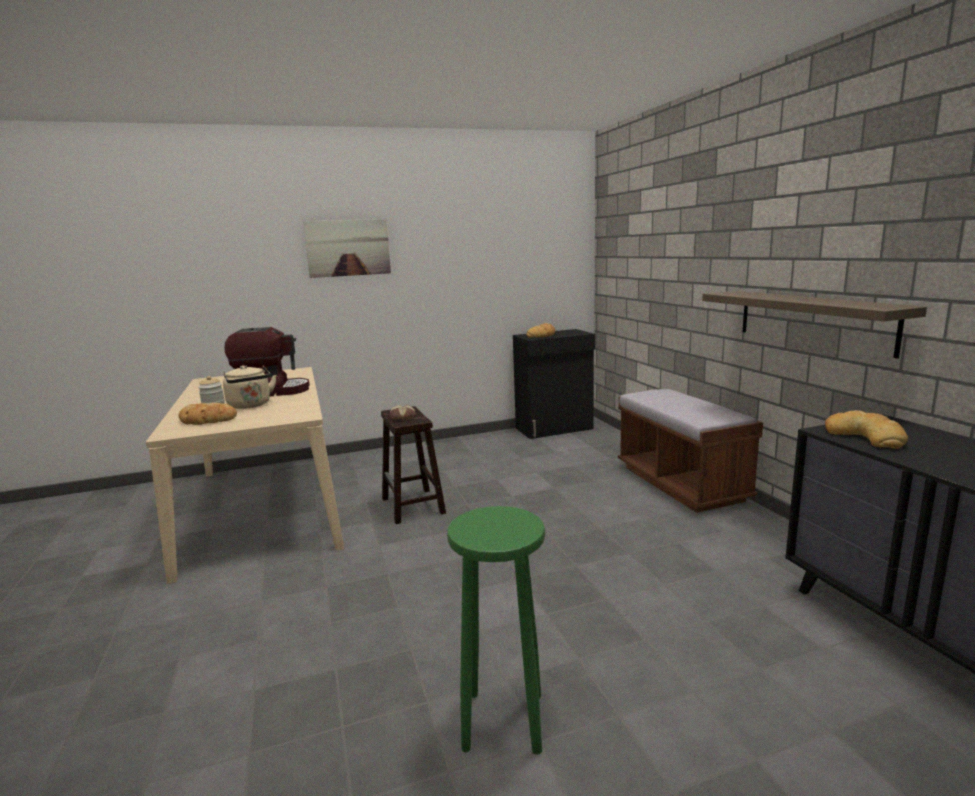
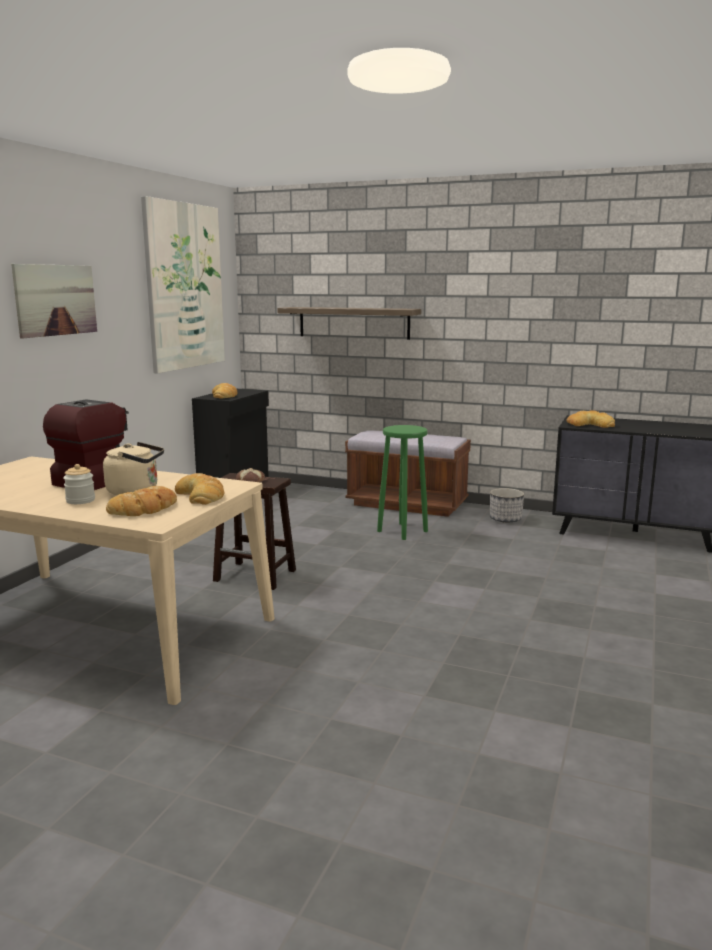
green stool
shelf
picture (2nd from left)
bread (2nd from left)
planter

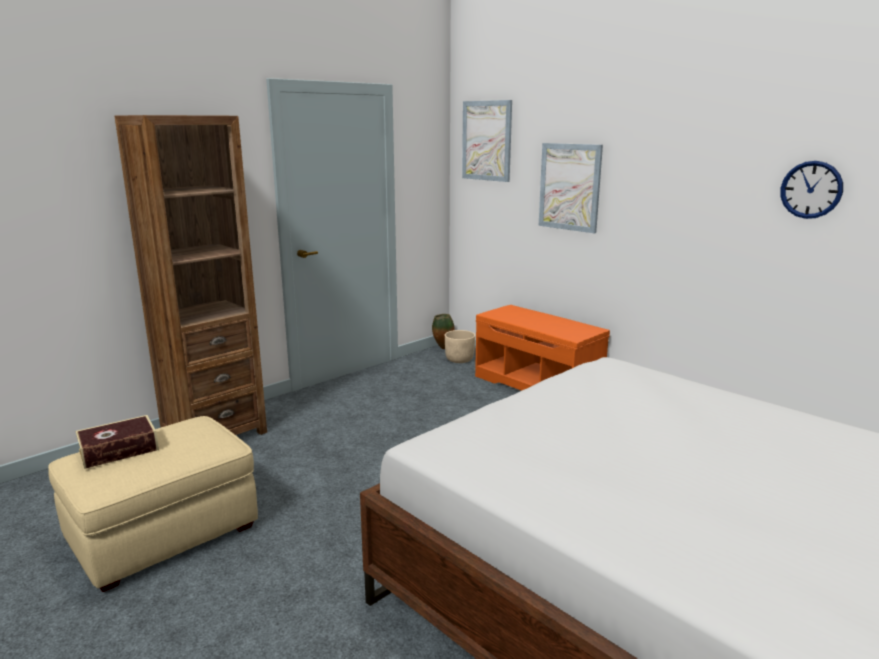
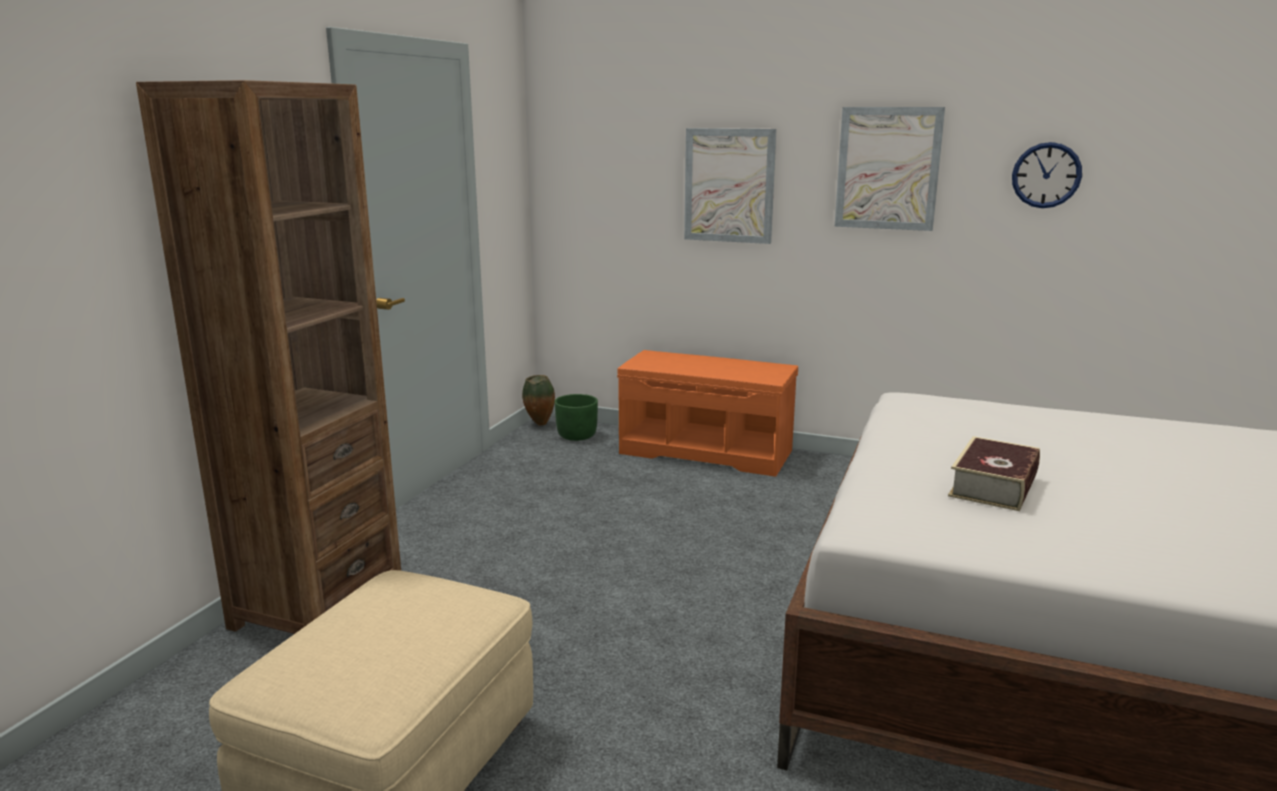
book
green planter
picture (2nd from left)

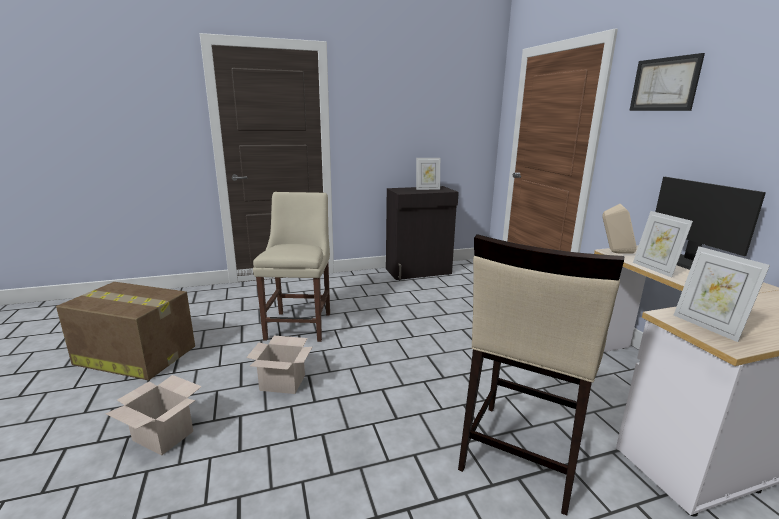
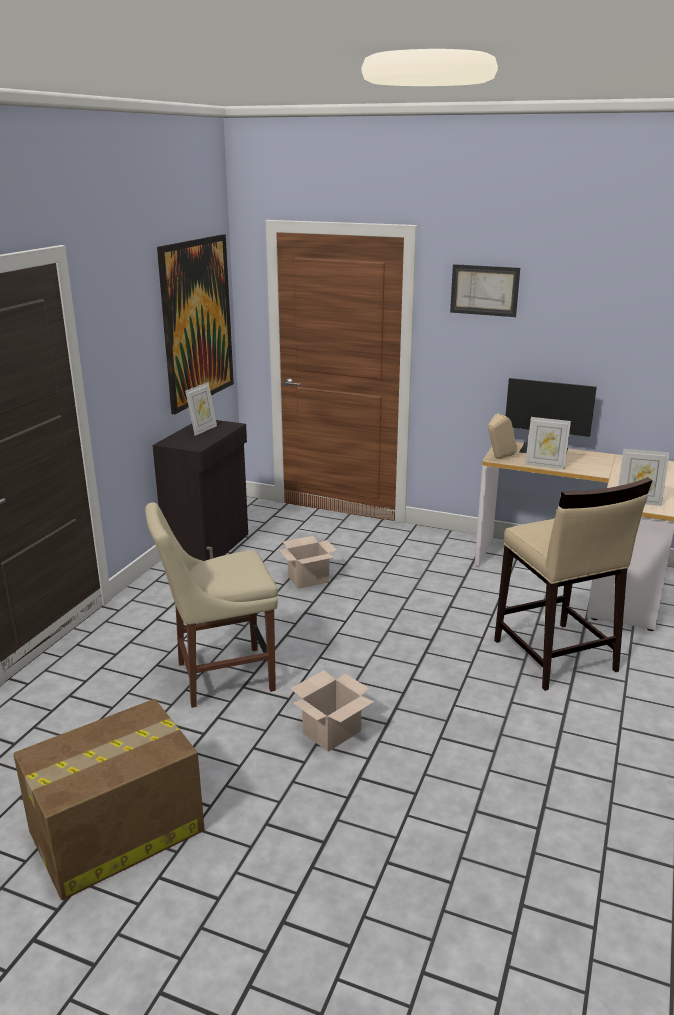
cardboard box (2nd from left)
beige chair
picture (1st from left)

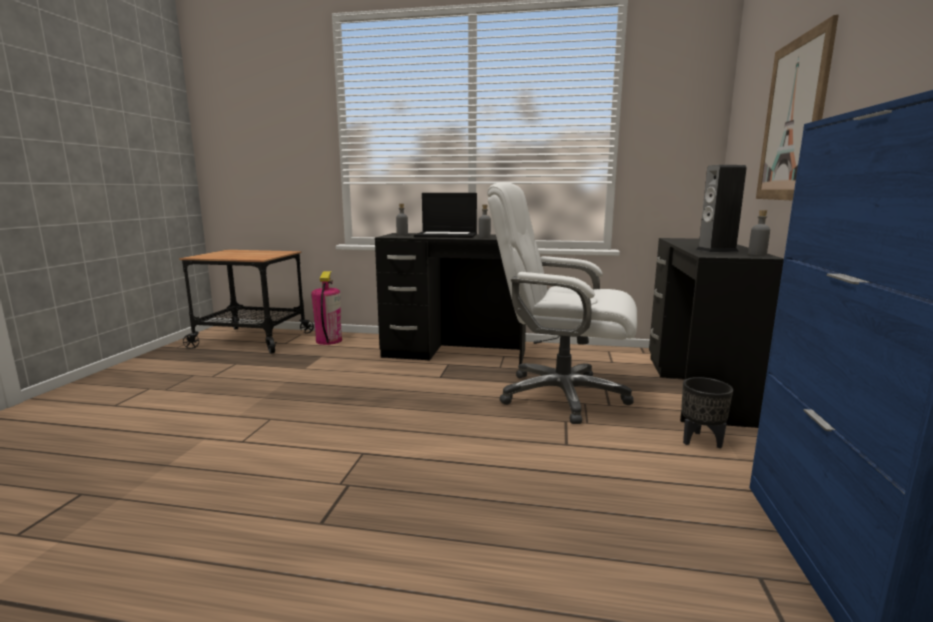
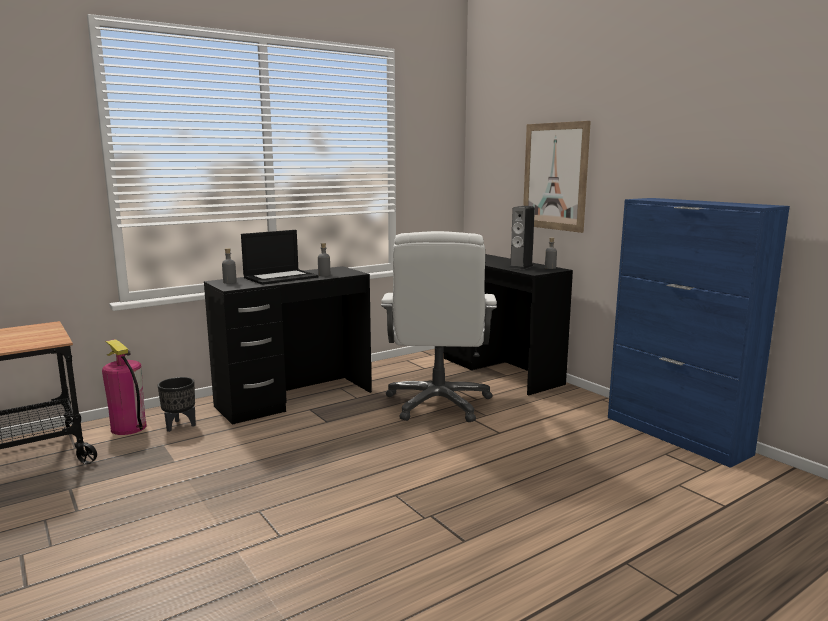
white office chair
black planter

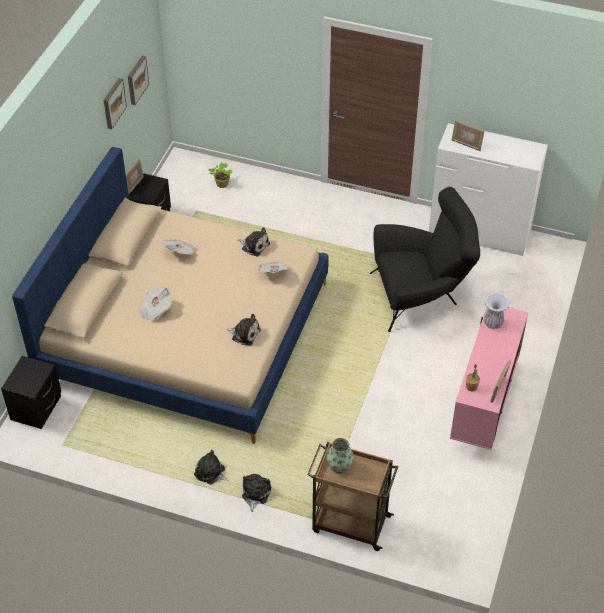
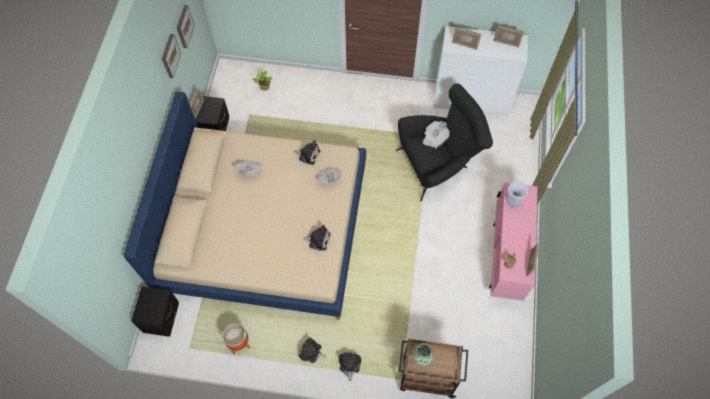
newspaper (3rd from left)
planter
picture frame (3rd from left)

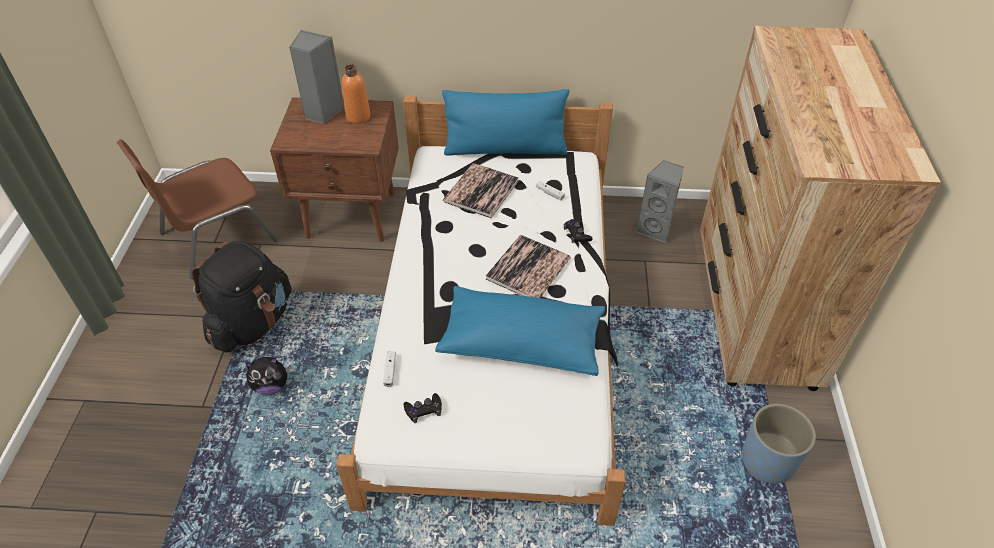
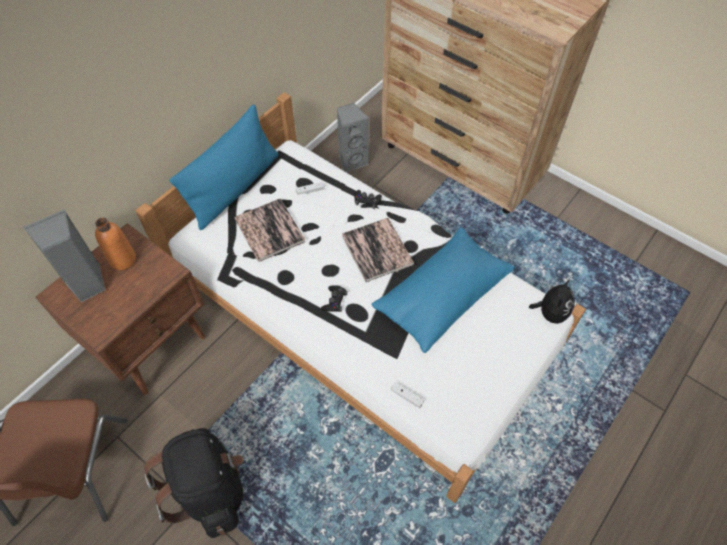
plush toy
black game controller (1st from left)
blue planter

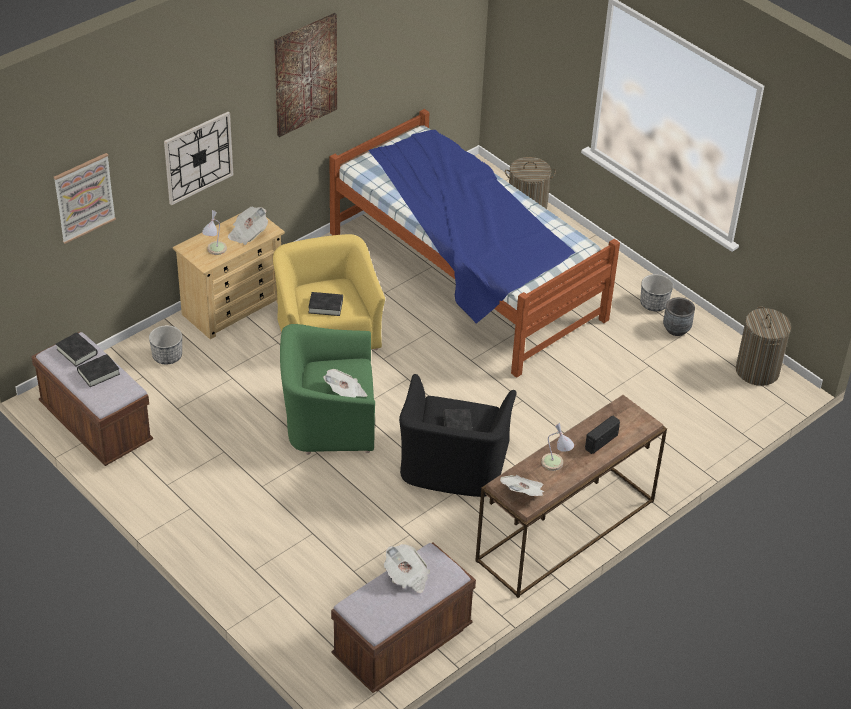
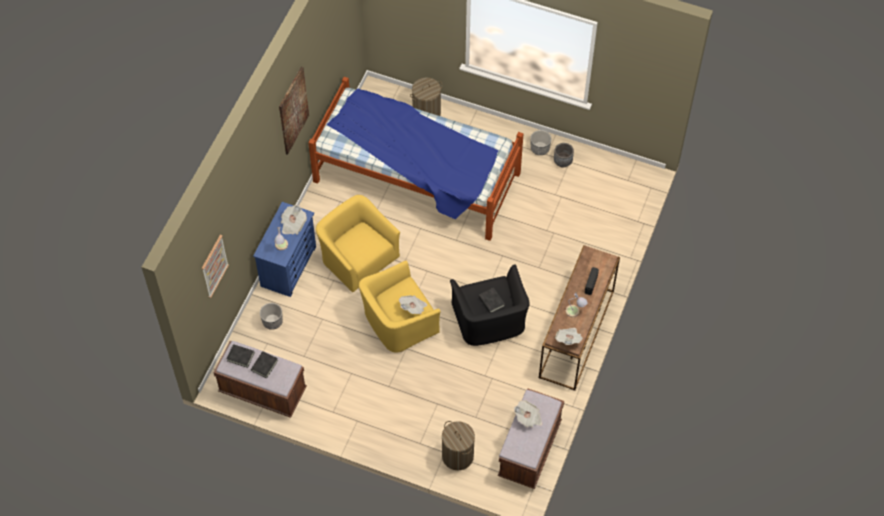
wall clock
blue dresser
yellow armchair (2nd from left)
black book (3rd from left in the first image)
laundry basket (2nd from left)

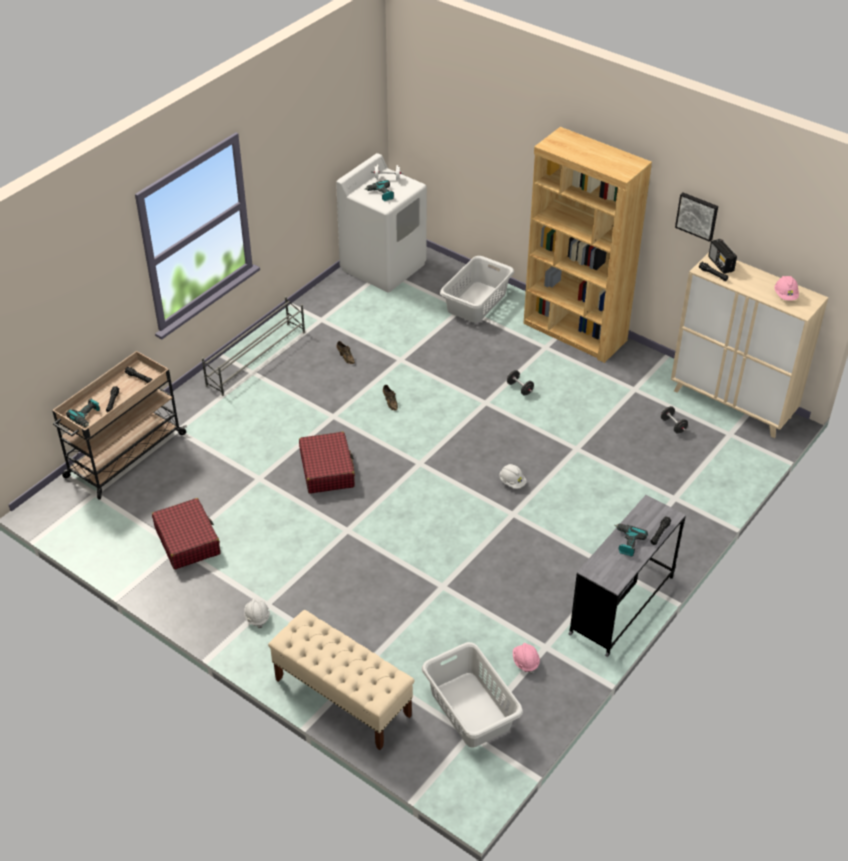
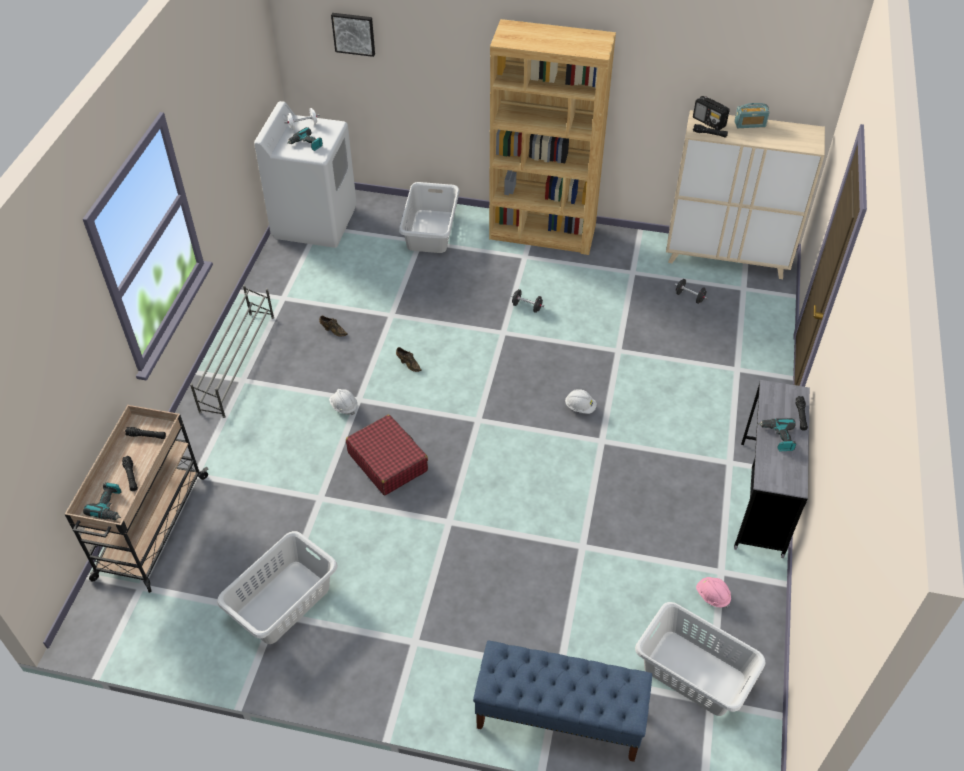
grey laundry basket (1st from left)
white hard hat (1st from left)
blue bench
picture
pink hard hat (2nd from left in the first image)
radio (2nd from left)

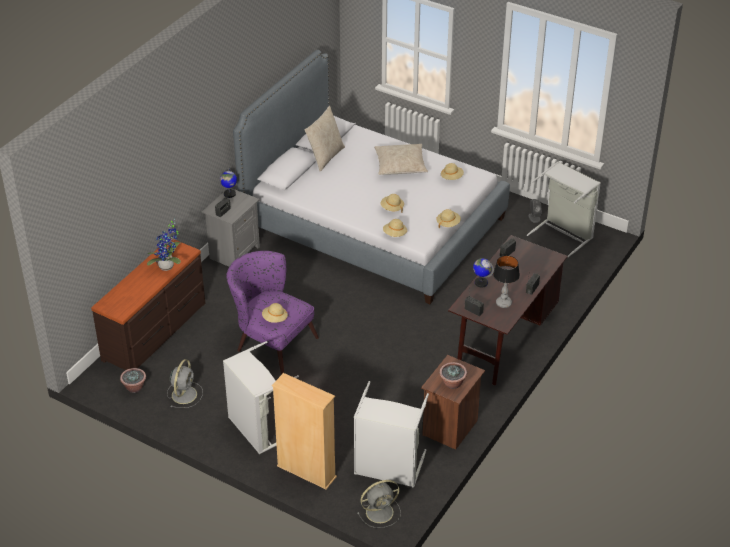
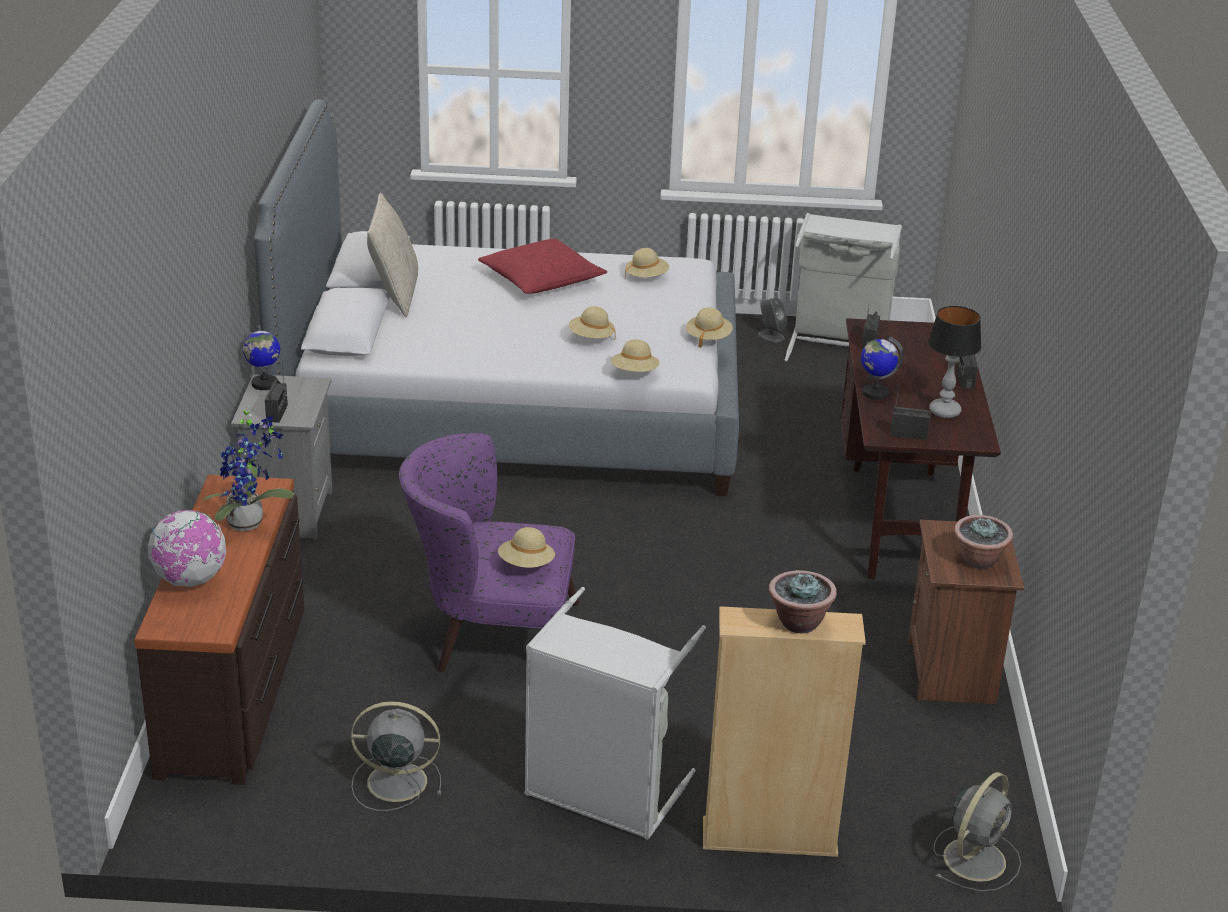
potted plant (2nd from left)
grey fan (1st from left)
grey laundry basket (2nd from left in the first image)
red pillow
globe (1st from left)

